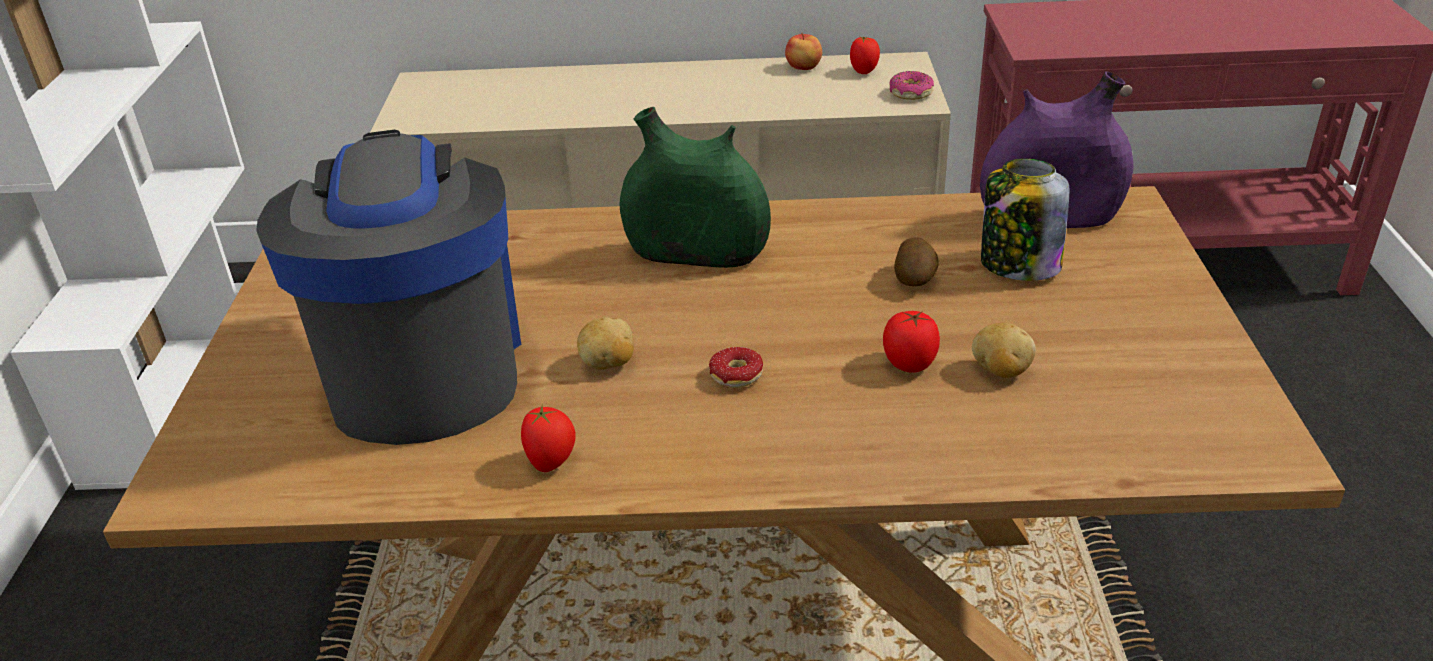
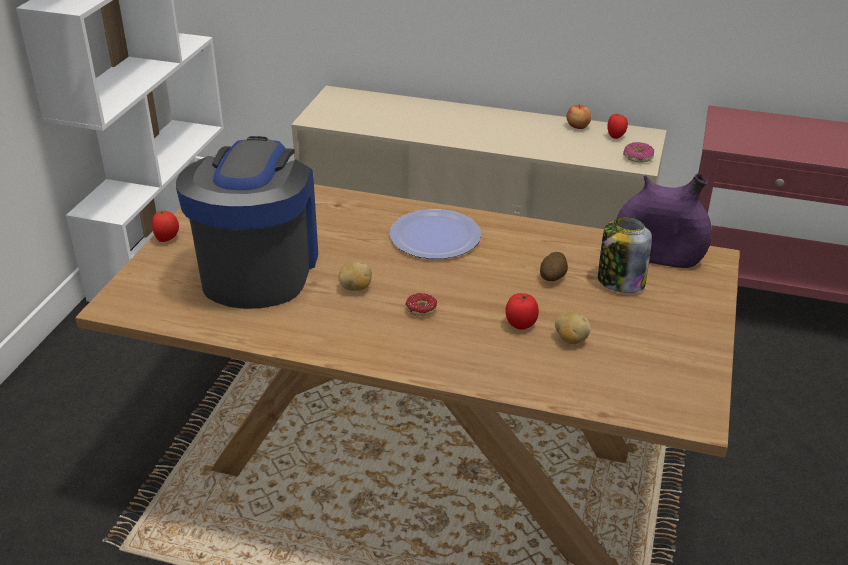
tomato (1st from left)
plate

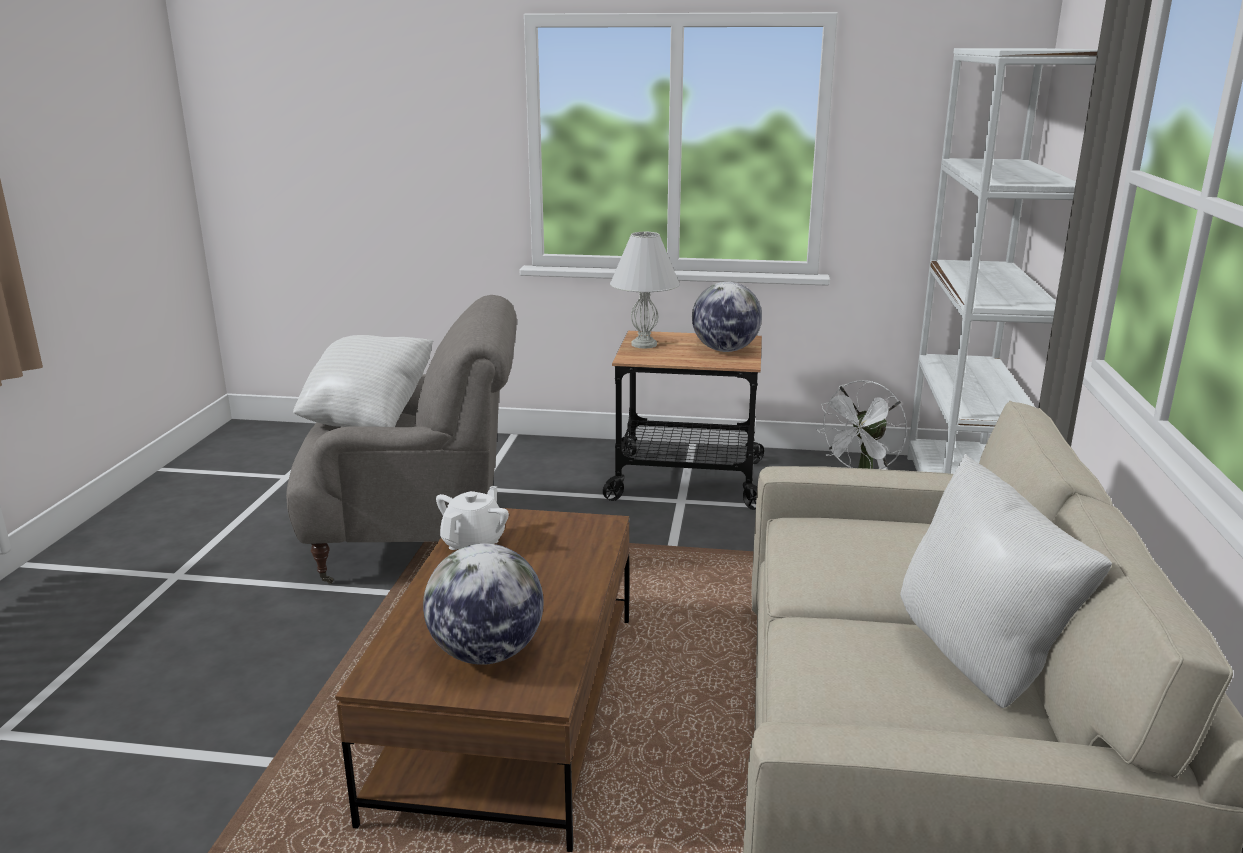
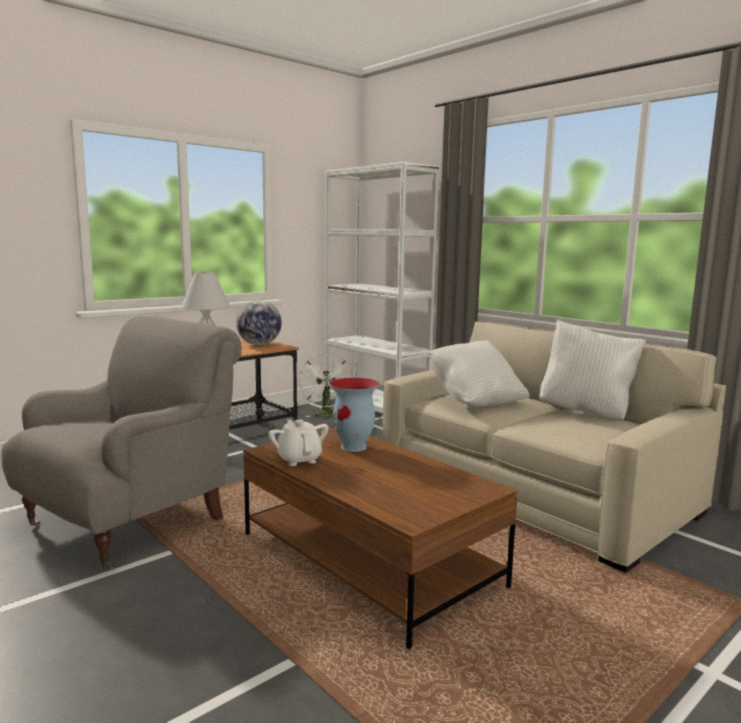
white pillow (1st from left)
globe (1st from left in the first image)
vase

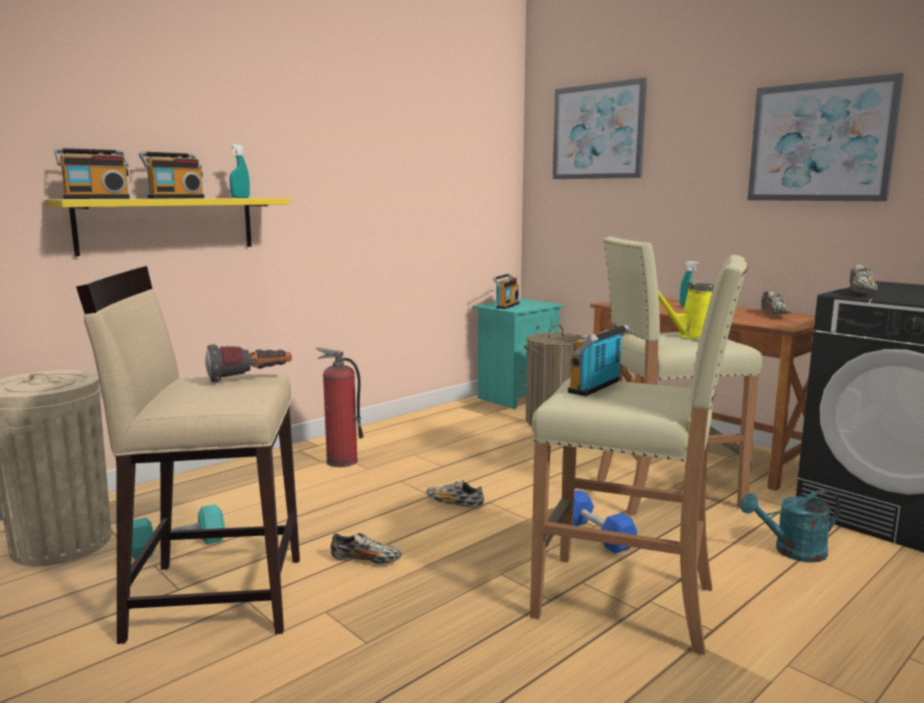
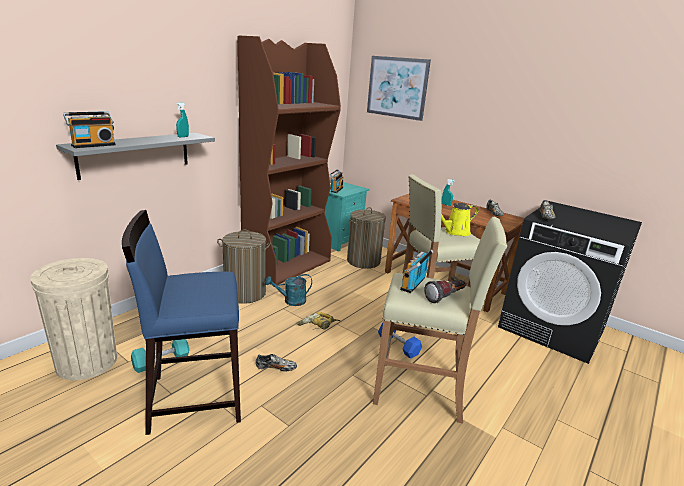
grey shelf
blue stool
radio (2nd from left in the first image)
flashlight
laundry basket (1st from left)
power drill
turquoise watering can
picture (2nd from left in the first image)
brown bookcase

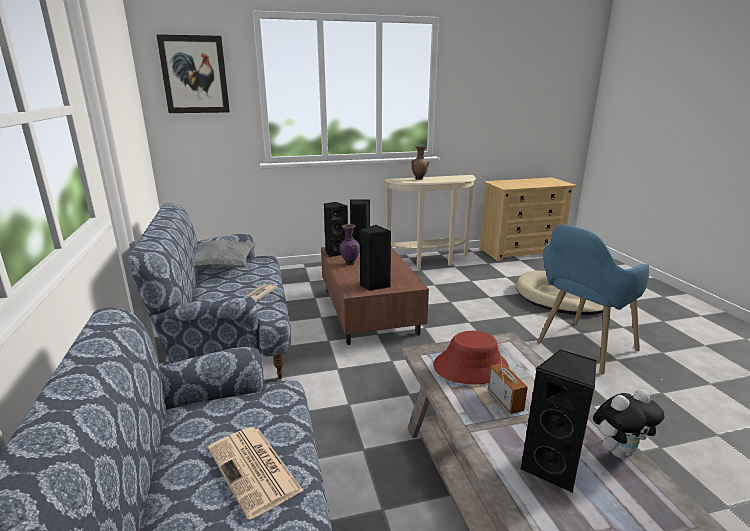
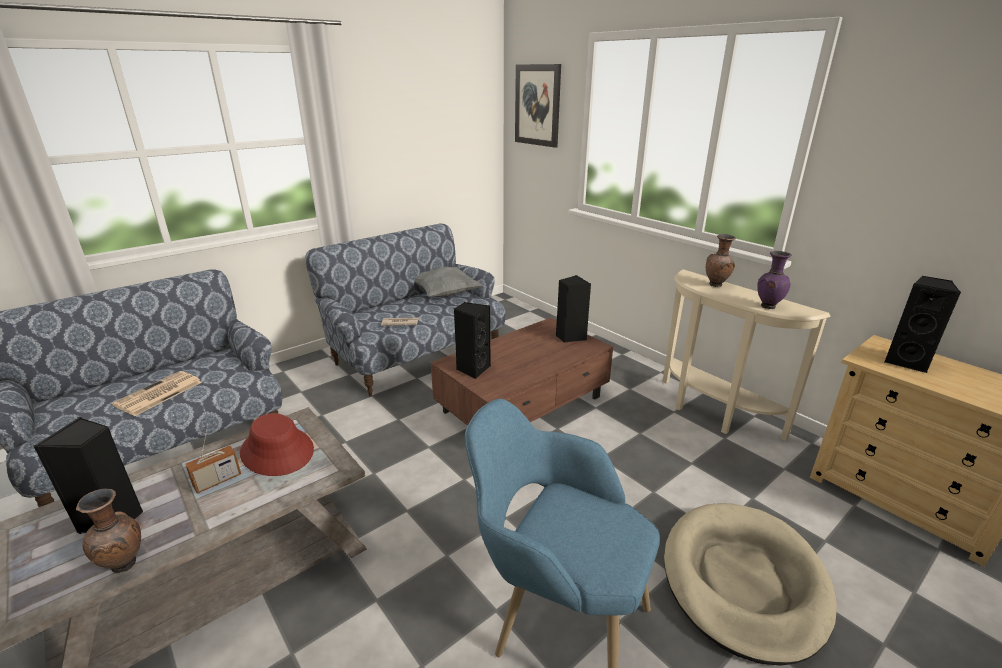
black speaker (4th from left)
purple vase
brown vase (1st from left)

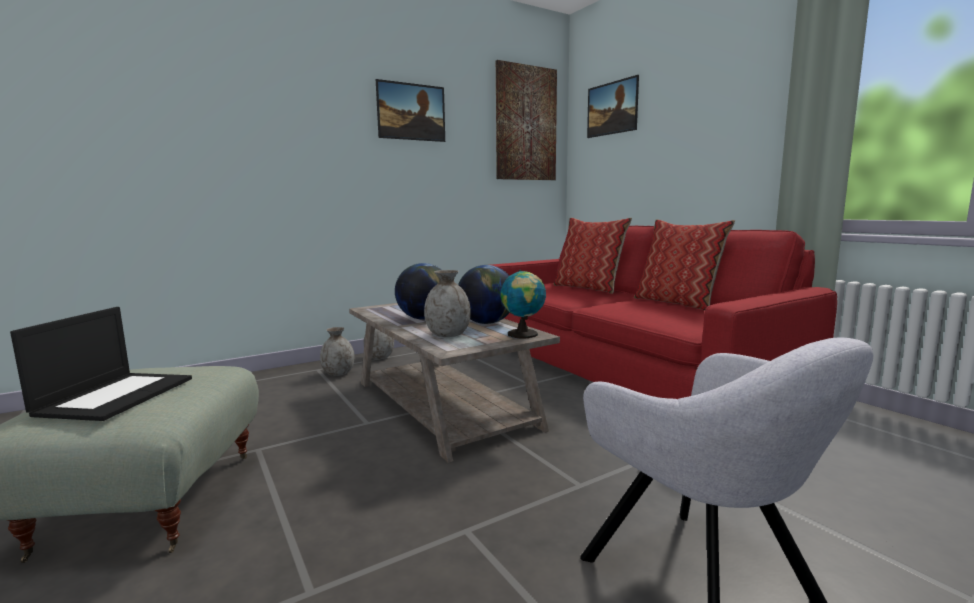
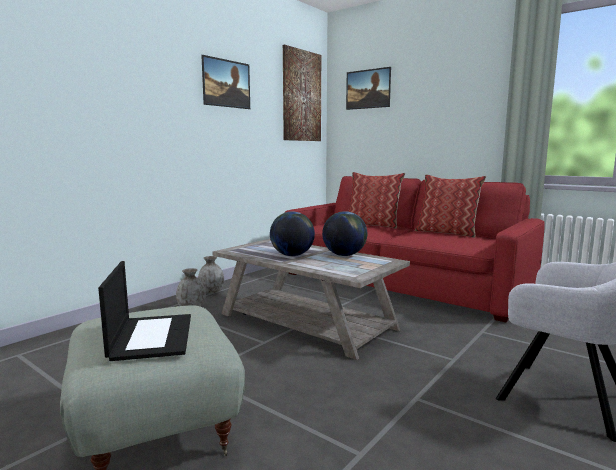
grey vase (3rd from left in the first image)
globe (3rd from left in the first image)

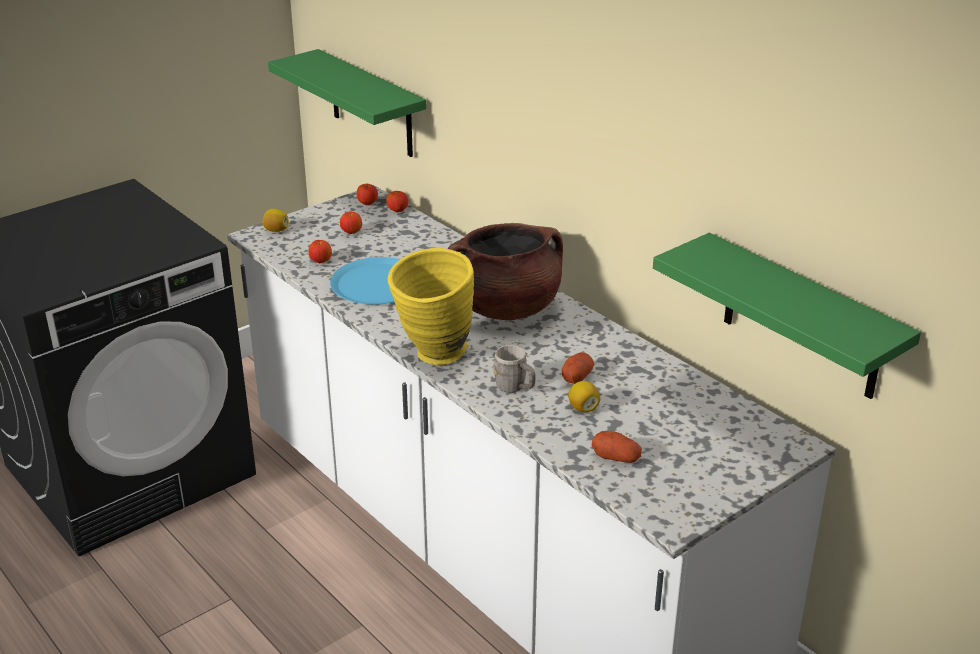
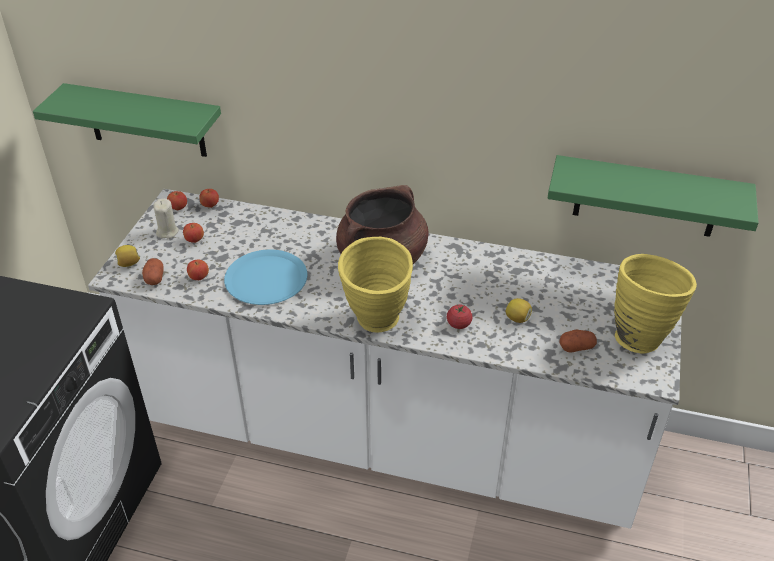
tomato
potato (1st from left)
beige candle
yellow vase (2nd from left)

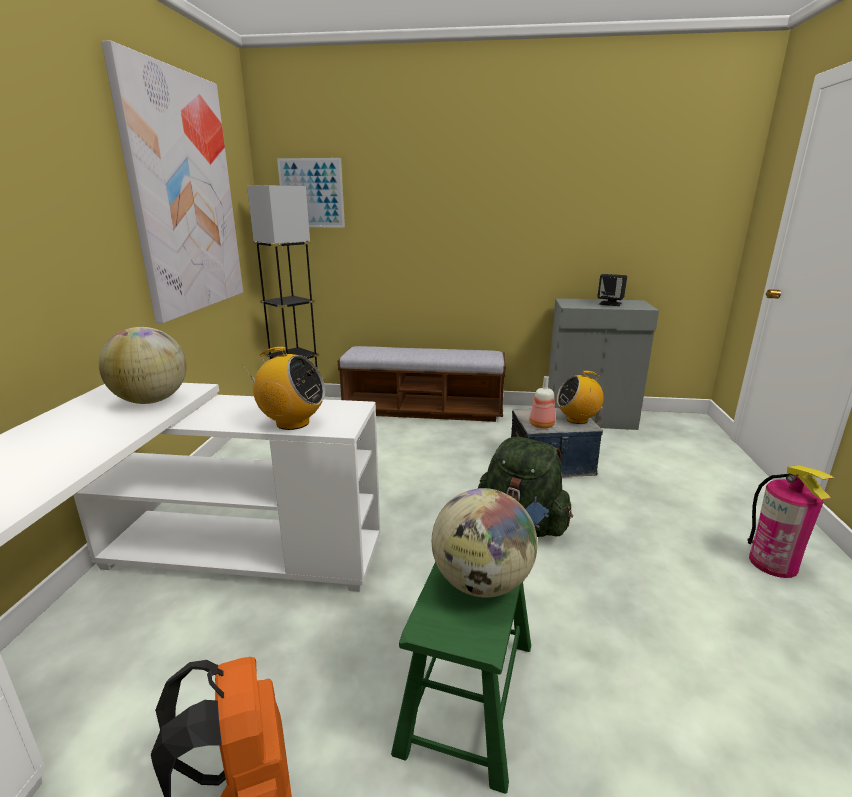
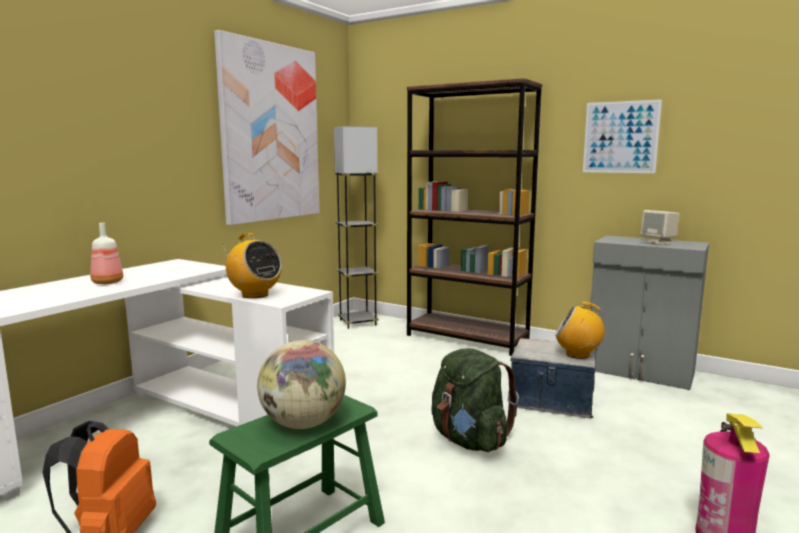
globe (1st from left in the first image)
picture (2nd from left)
brown bookcase
bottle
beige speaker

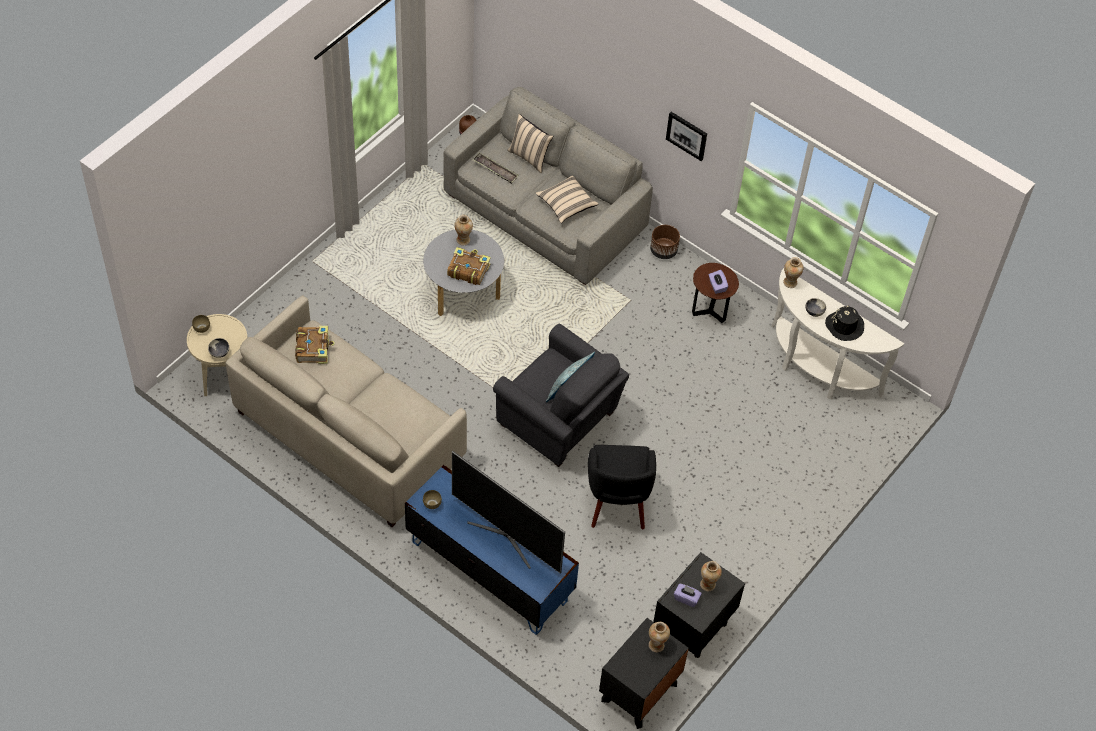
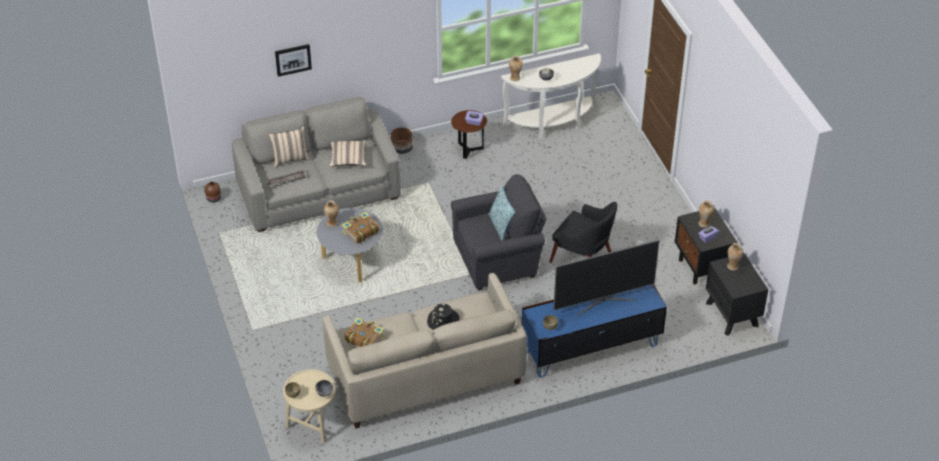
picture
black hat

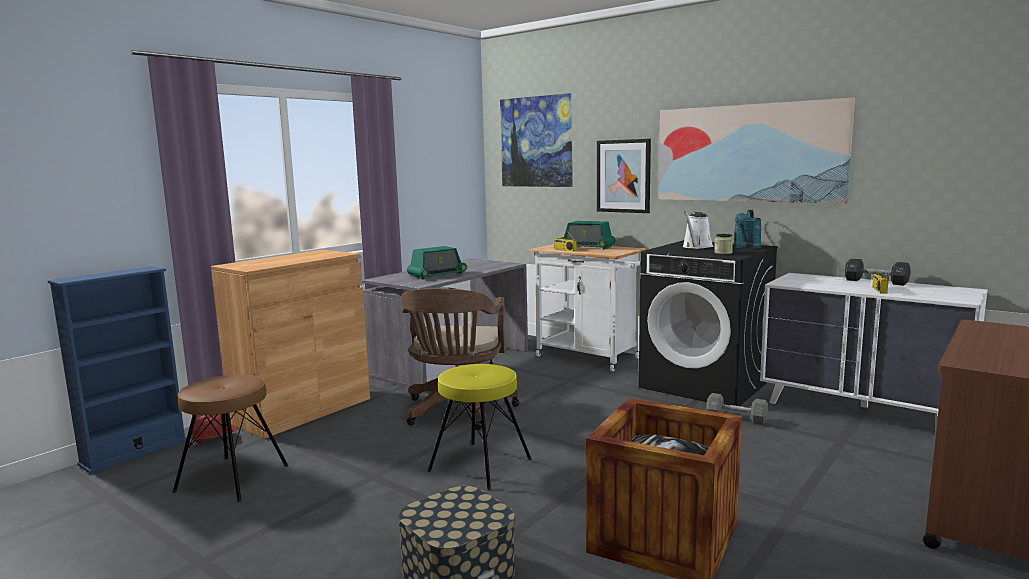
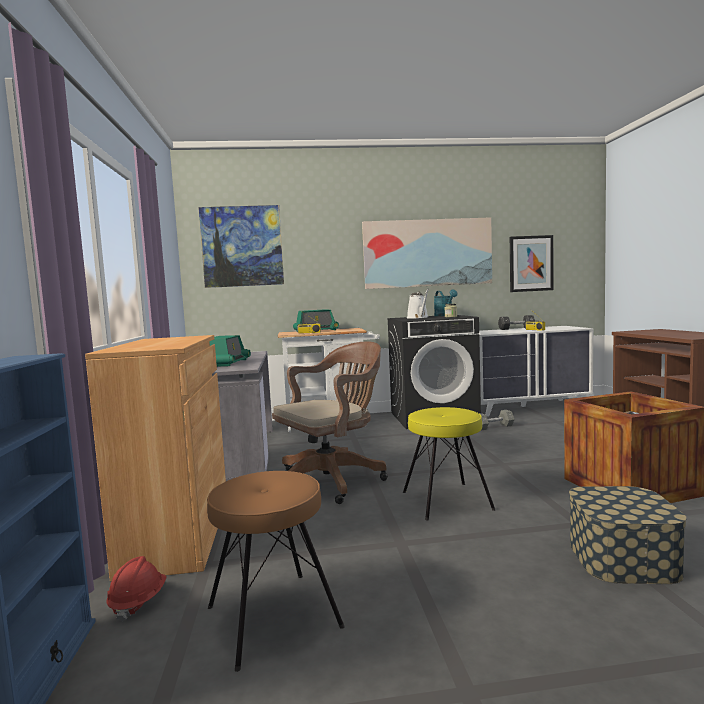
brown office chair
picture (3rd from left)

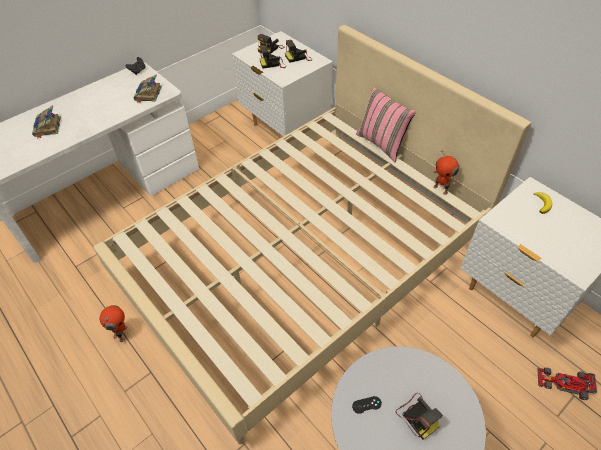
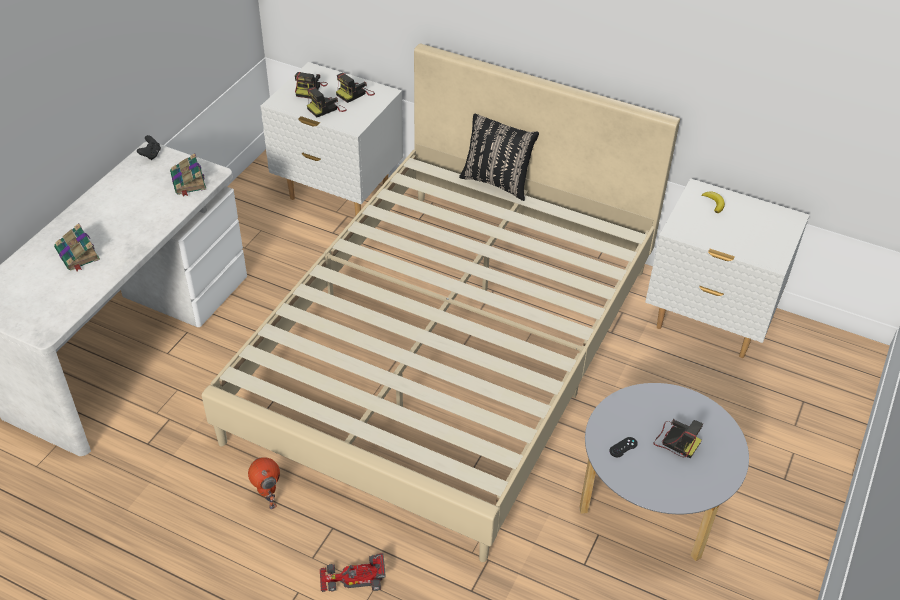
black pillow
toy robot (2nd from left in the first image)
toy car

